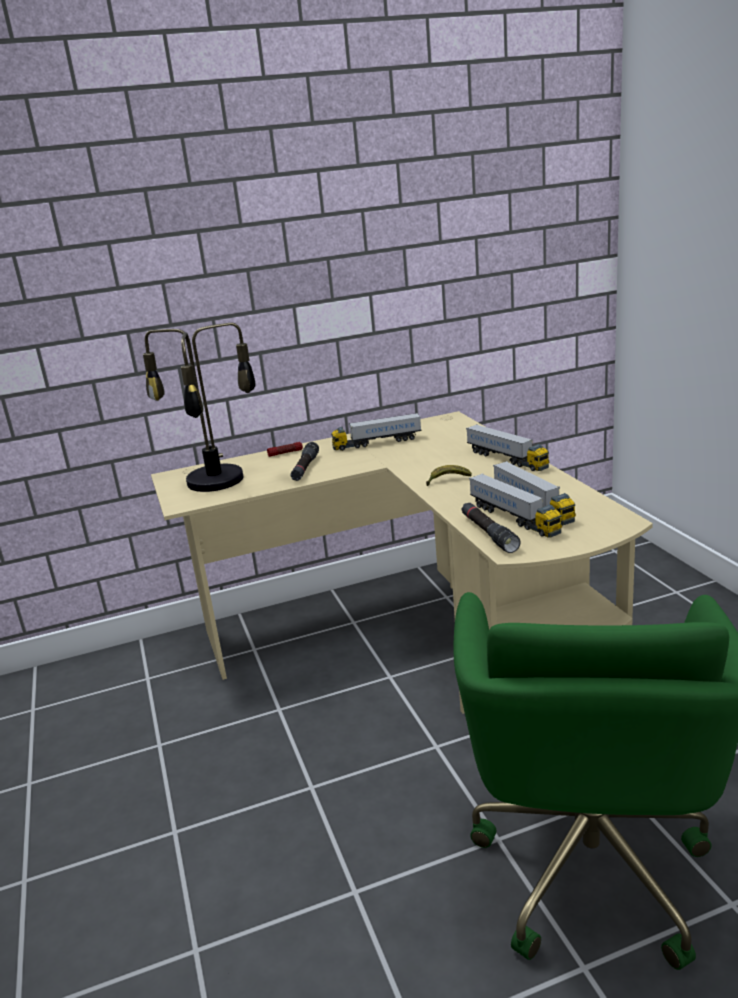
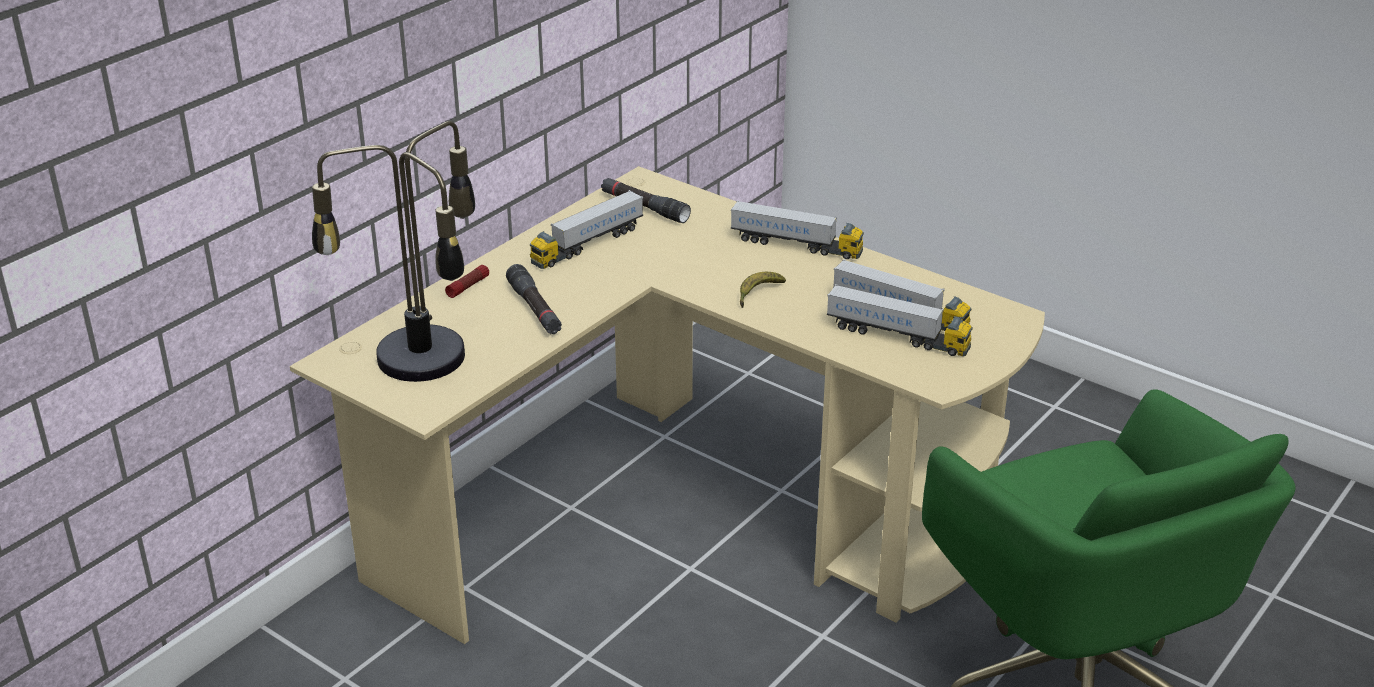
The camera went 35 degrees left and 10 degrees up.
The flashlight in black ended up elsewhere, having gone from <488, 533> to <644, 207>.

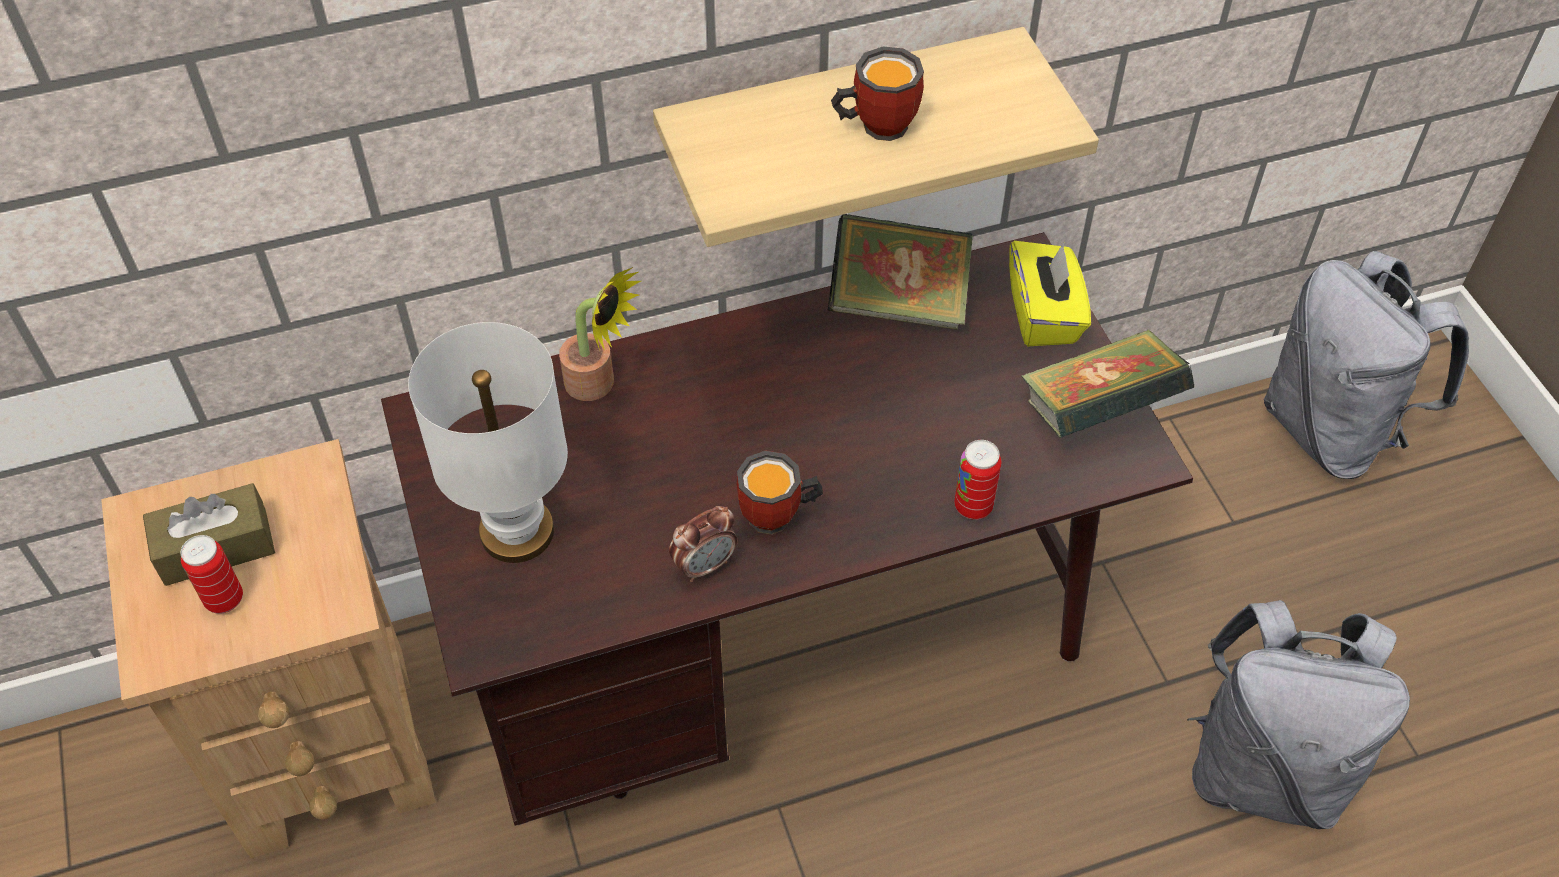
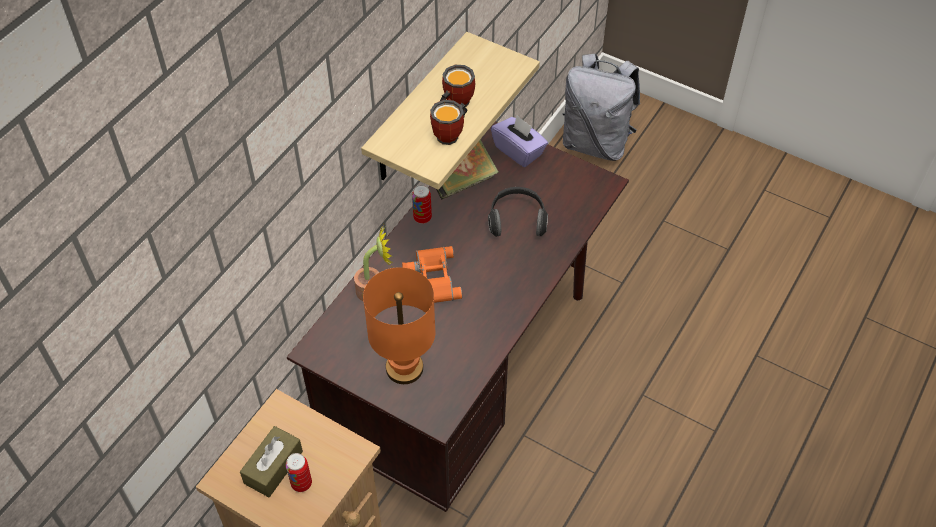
The camera went 40 degrees left and 0 degrees up.
The second view lost the alarm clock at <705, 565>.
The second view lost the book at <1098, 412>.
The second view lost the backpack in grey at <1263, 769>.
The second view gained the binoculars in orange at <430, 279>.
The second view gained the headphones at <517, 220>.
The mug ended up elsewhere, having gone from <778, 518> to <451, 135>.
The can ended up elsewhere, having gone from <973, 506> to <422, 218>.
What was the table lamp in white at <515, 532> turned into the table lamp in orange at <403, 369>.
What was the tissue box in yellow at <1044, 315> turned into the tissue box in purple at <519, 151>.

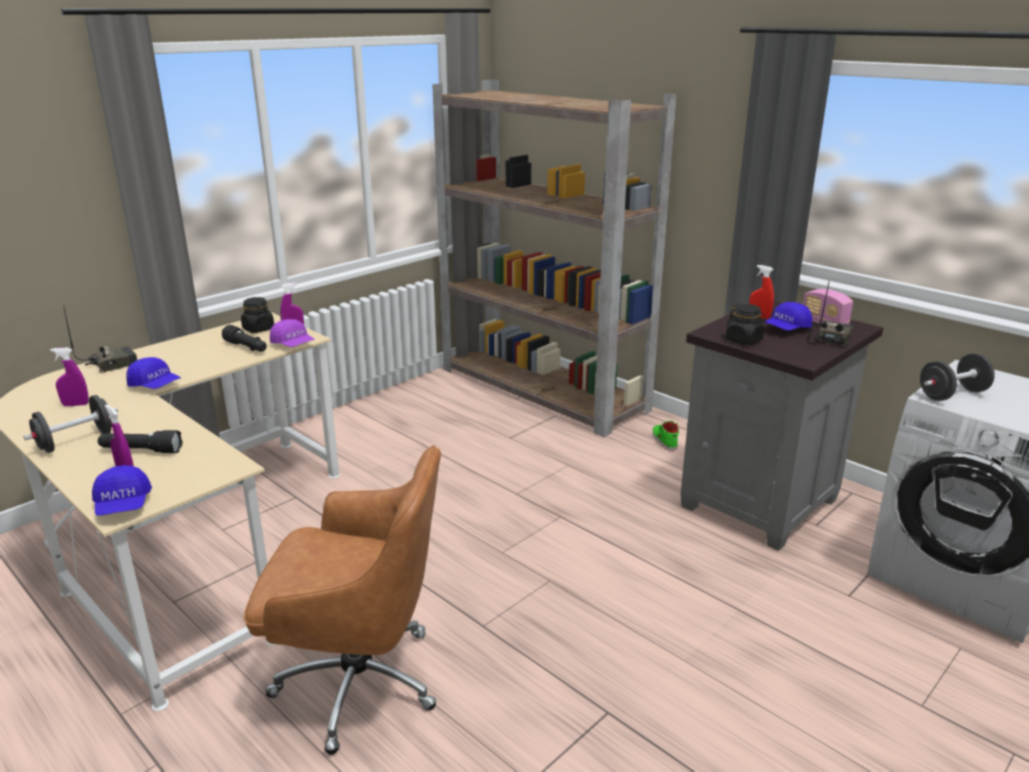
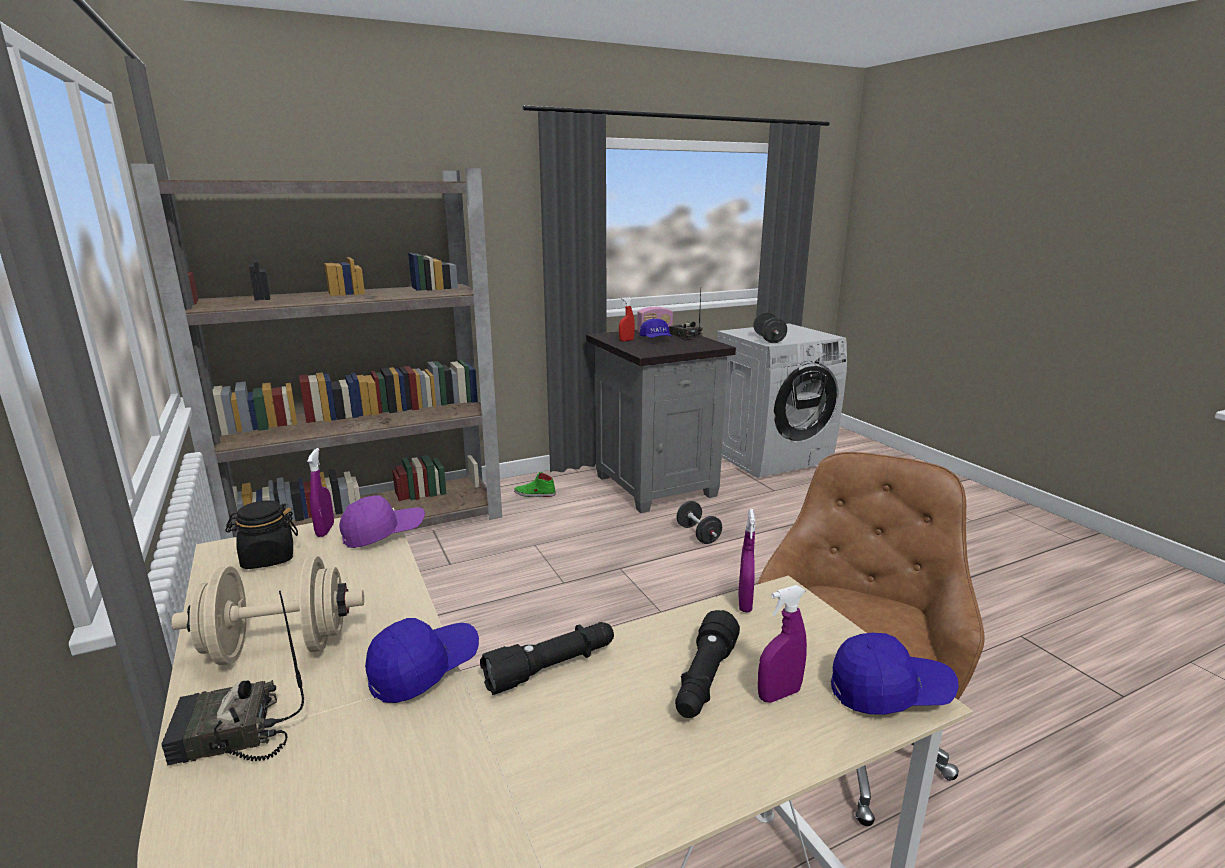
The camera went 70 degrees left and 5 degrees down.
The second view lost the jar in black at <744, 340>.
The second view gained the dumbbell in beige at <279, 648>.
The dumbbell in black ended up elsewhere, having gone from <76, 441> to <698, 534>.
The spray bottle in purple ended up elsewhere, having gone from <75, 405> to <744, 603>.
The flashlight in black ended up elsewhere, having gone from <247, 348> to <551, 668>.
The radio at <113, 364> ended up facing another way, 90 degrees counterclockwise from before.

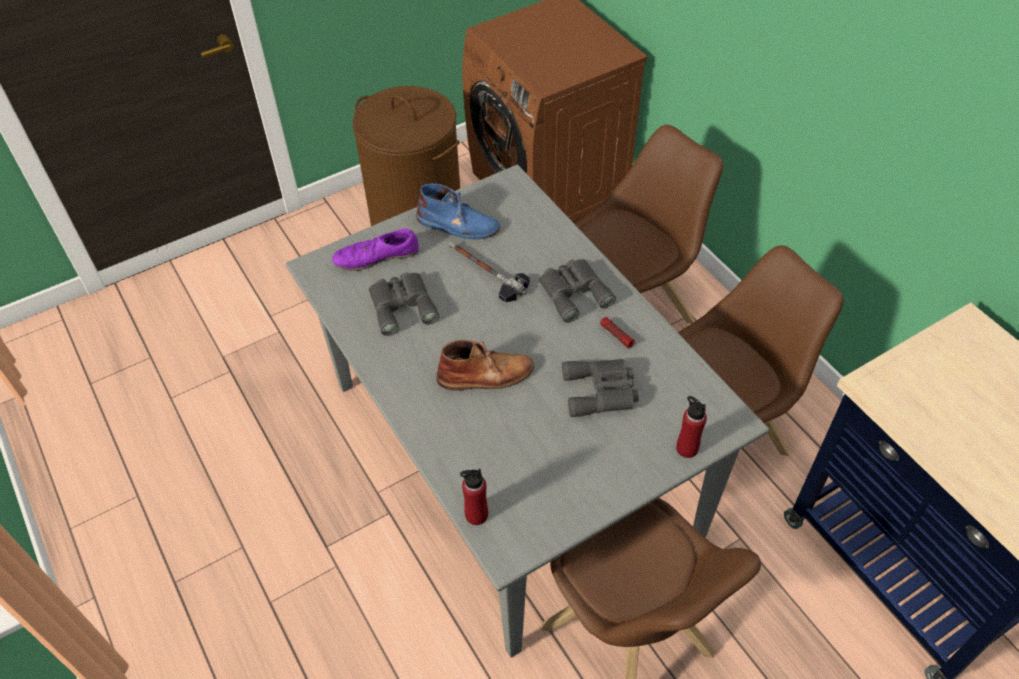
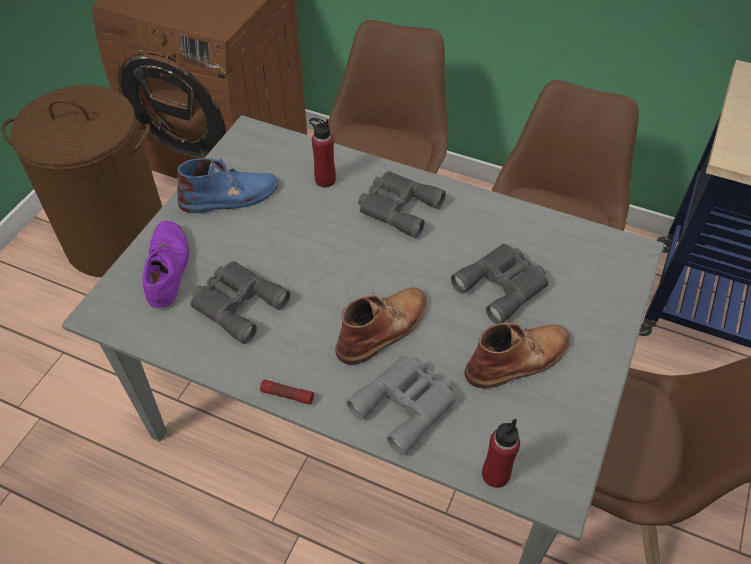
The camera went 35 degrees left and 0 degrees up.
The second view lost the hammer at <485, 272>.
The second view gained the binoculars in grey at <406, 404>.
The second view gained the boot in brown at <519, 359>.
The flashlight ended up elsewhere, having gone from <616, 335> to <287, 395>.
The bottle in red ended up elsewhere, having gone from <687, 448> to <325, 180>.
The shoe in purple at <376, 257> ended up facing another way, 135 degrees clockwise from before.

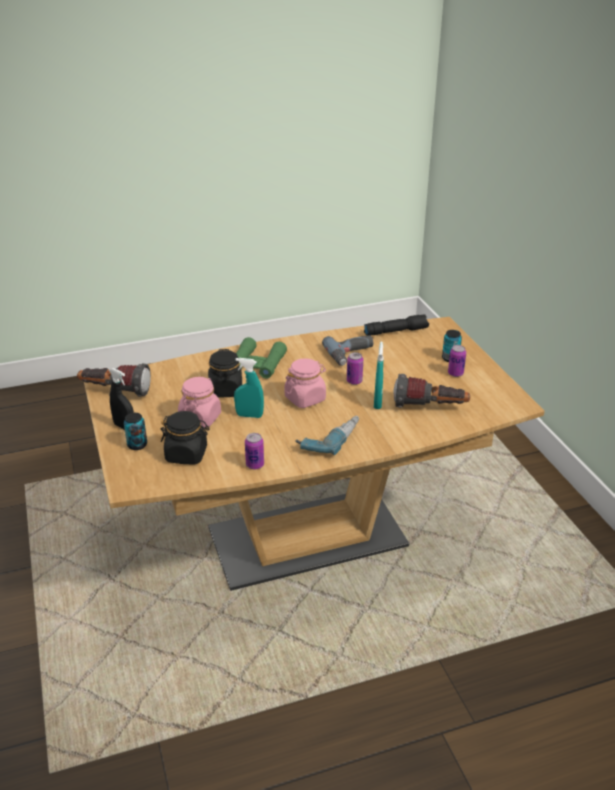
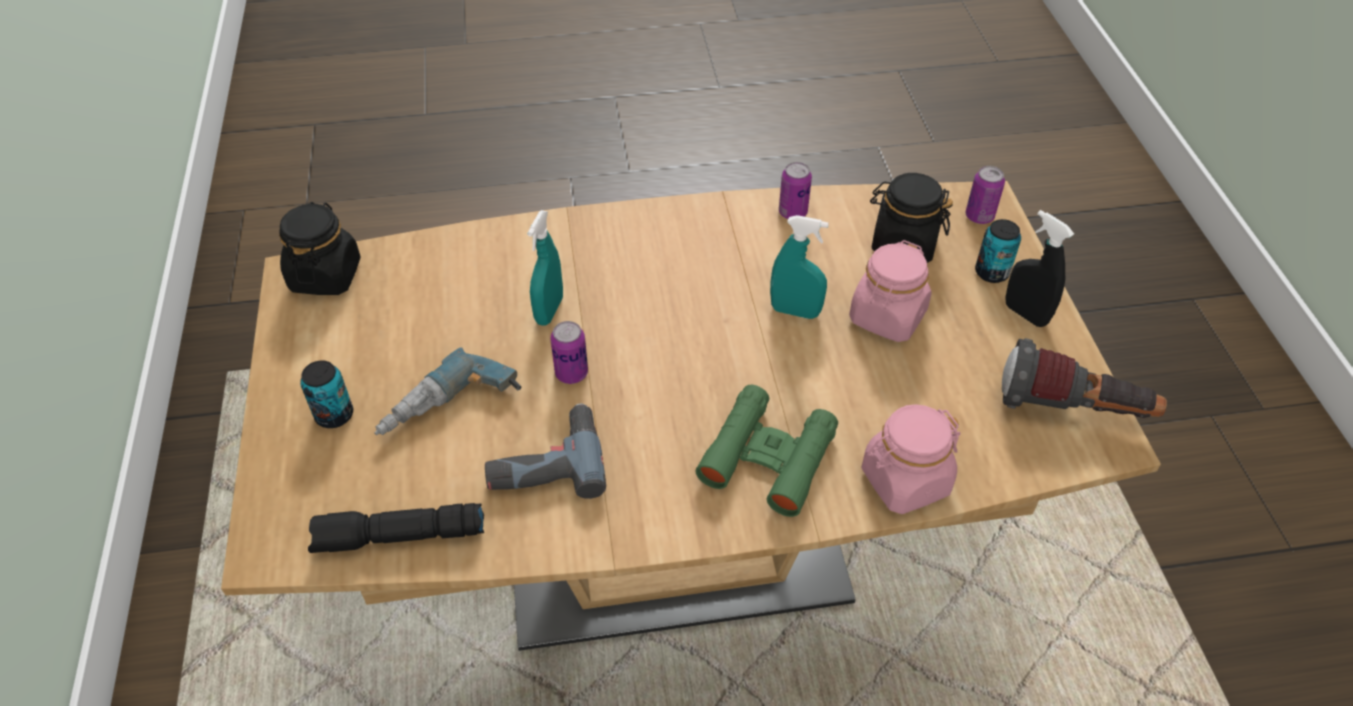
The camera went 170 degrees left and 15 degrees up.
The second view lost the flashlight at <430, 407>.
The jar in black ended up elsewhere, having gone from <226, 390> to <325, 275>.
The jar in pink ended up elsewhere, having gone from <305, 398> to <904, 481>.
The power drill ended up elsewhere, having gone from <329, 438> to <451, 413>.
The can ended up elsewhere, having gone from <455, 373> to <979, 216>.

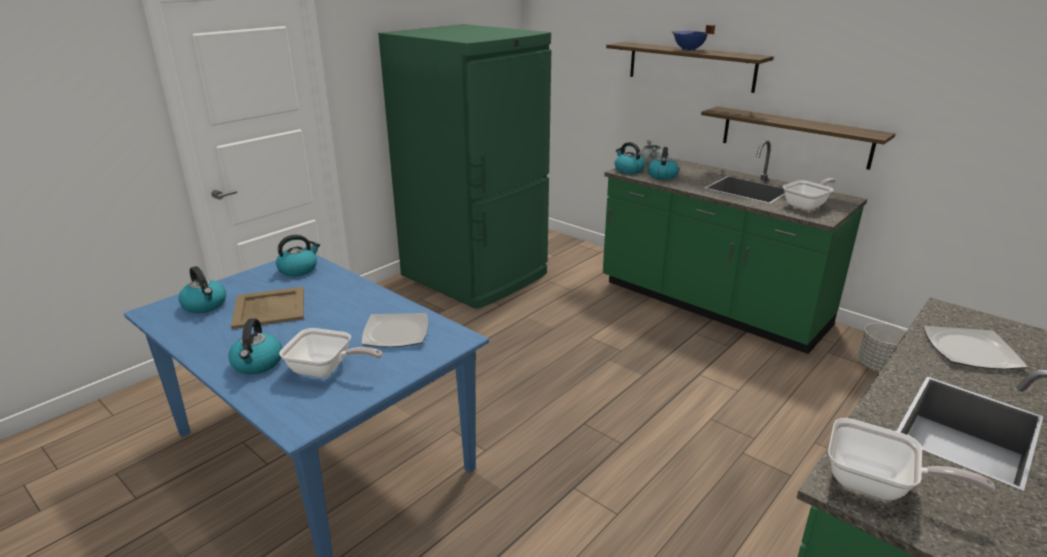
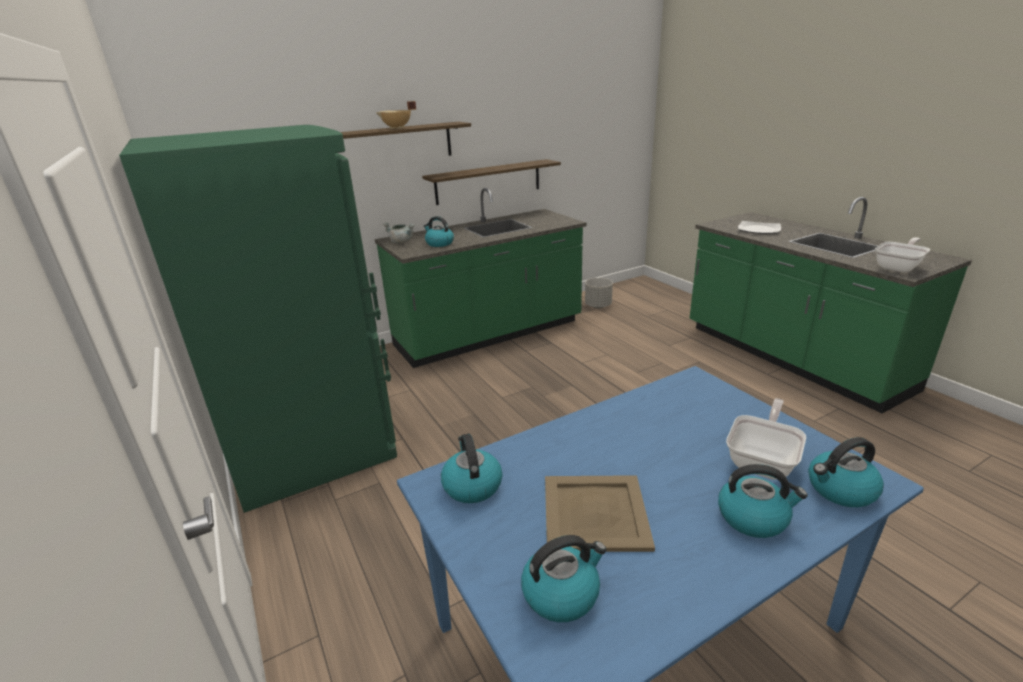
The camera went 70 degrees left and 0 degrees up.
The second view lost the plate at <396, 333>.
The second view lost the frying pan at <807, 205>.
The kettle ended up elsewhere, having gone from <628, 170> to <840, 490>.
What was the cooking pot in blue at <689, 50> turned into the cooking pot in beige at <397, 128>.

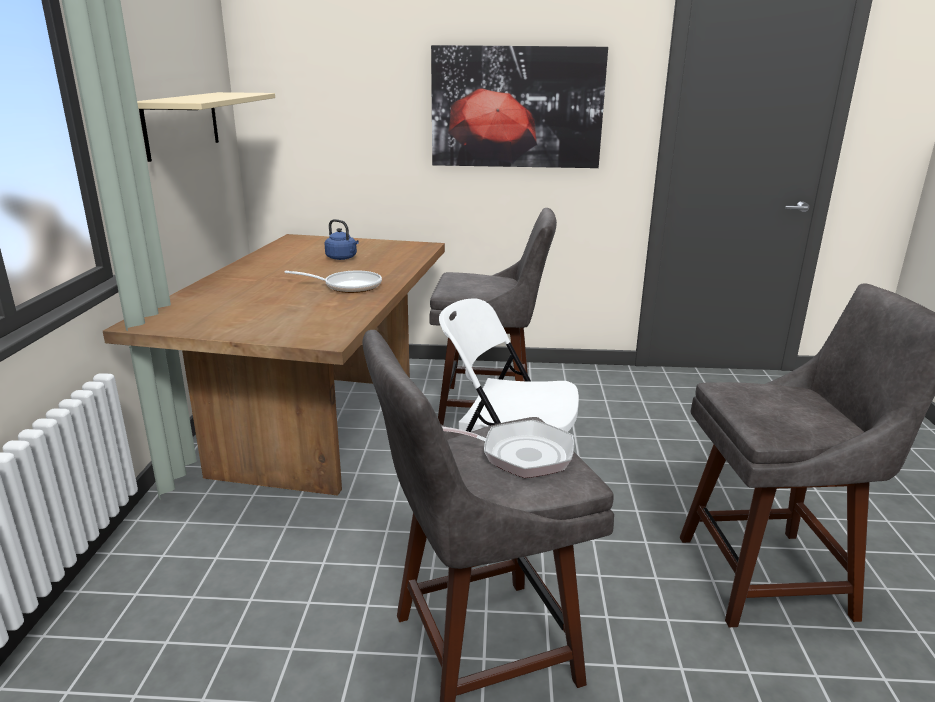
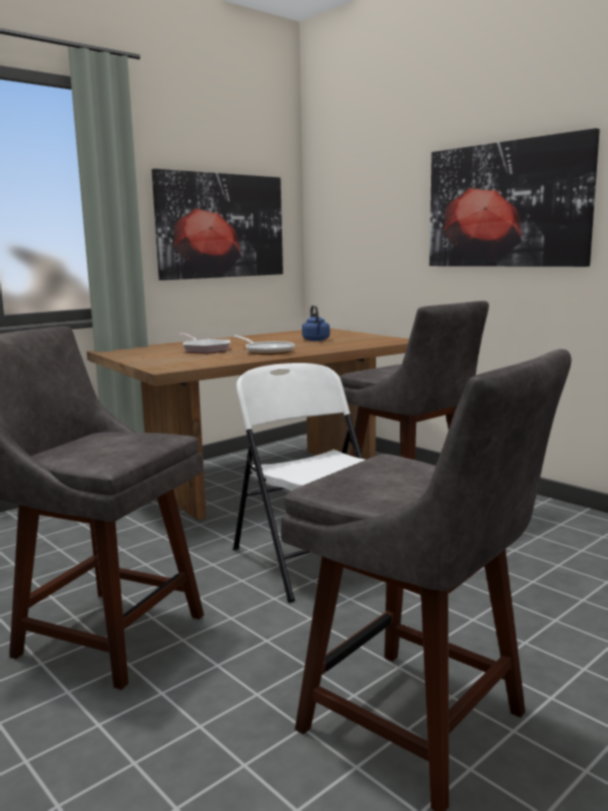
The camera went 45 degrees right and 10 degrees down.
The frying pan ended up elsewhere, having gone from <519, 454> to <205, 349>.
Where the shelf in beige hung at <182, 124>, the picture came to hang at <221, 226>.

